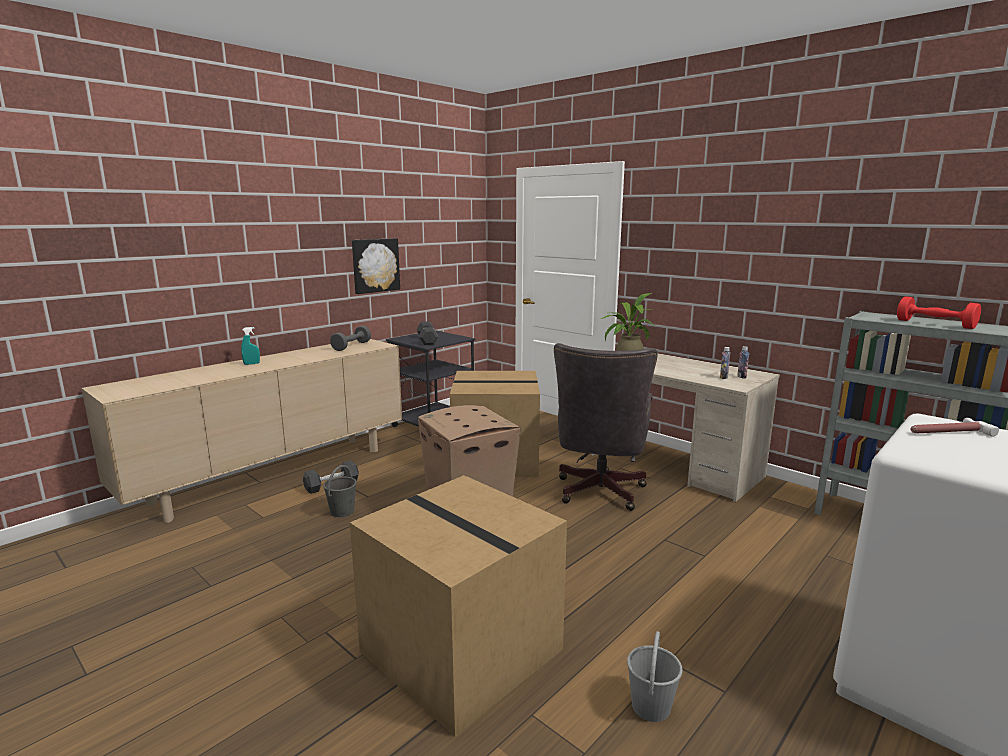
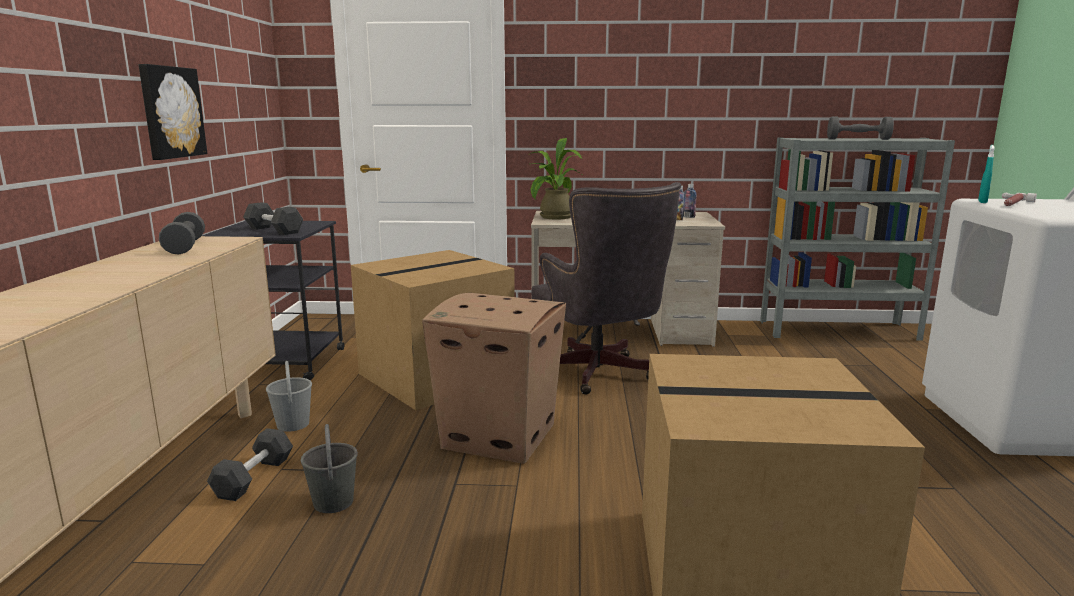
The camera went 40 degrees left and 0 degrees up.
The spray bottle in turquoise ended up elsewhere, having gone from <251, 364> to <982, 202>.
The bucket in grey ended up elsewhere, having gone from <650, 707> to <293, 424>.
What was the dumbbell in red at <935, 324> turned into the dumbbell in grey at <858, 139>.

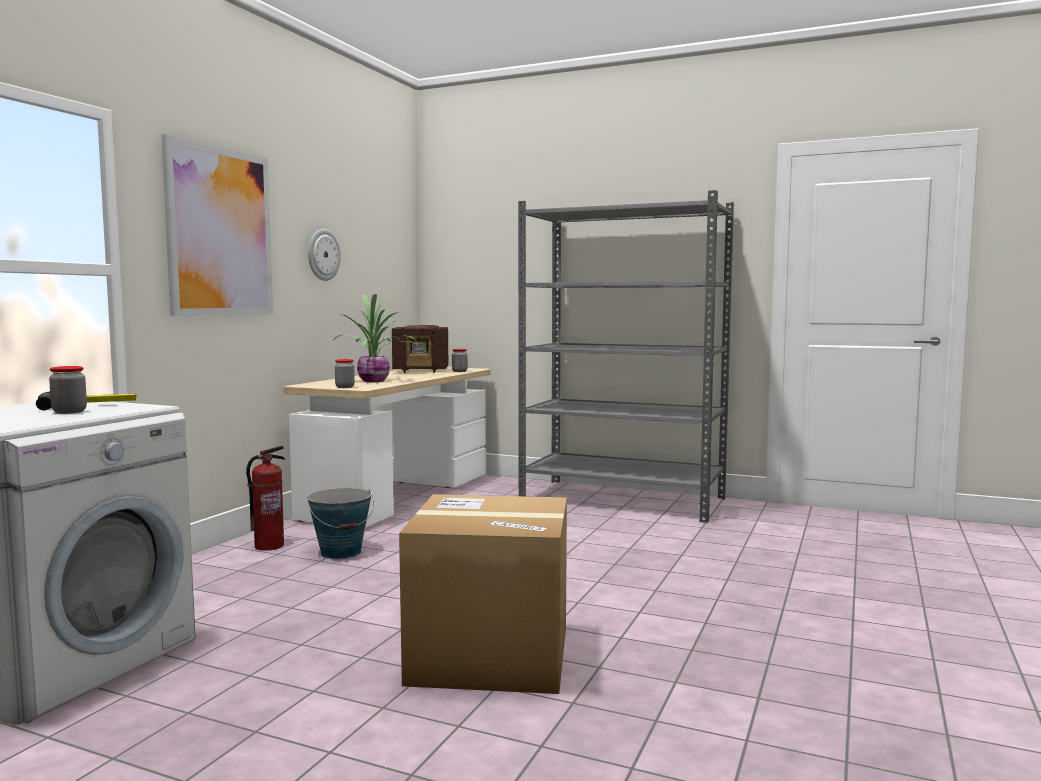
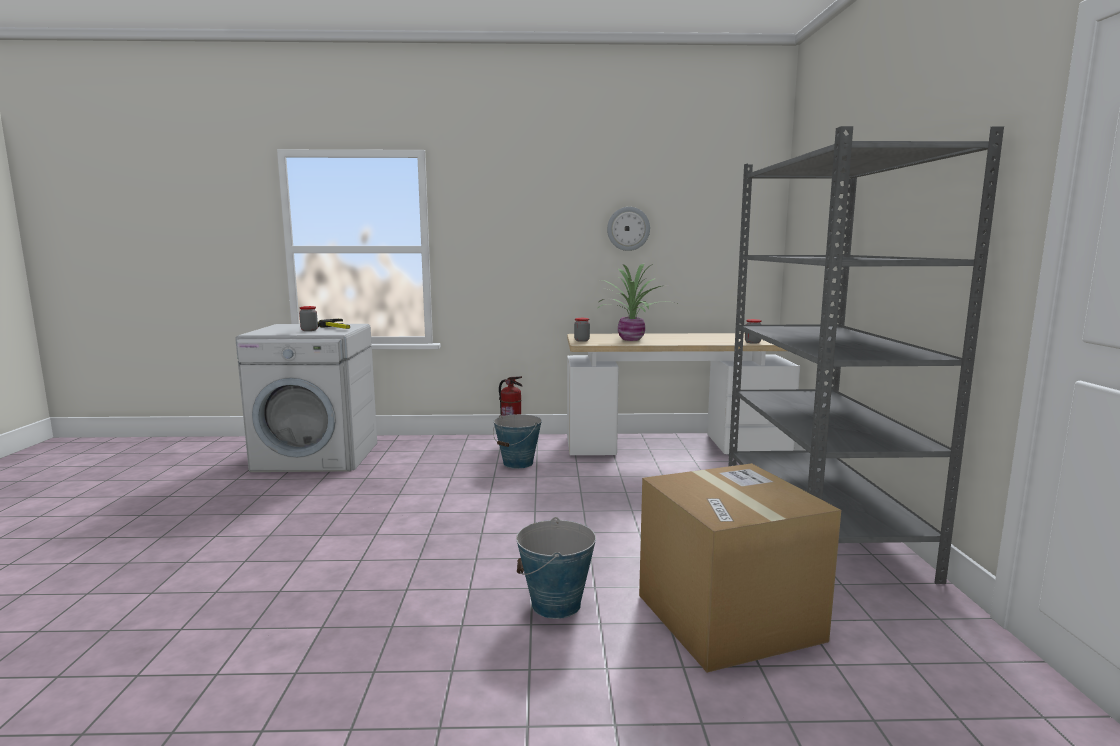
The camera went 65 degrees right and 5 degrees up.
The second view lost the picture at <220, 232>.
The second view lost the radio at <422, 371>.
The second view gained the bucket at <556, 605>.
The cardboard box ended up elsewhere, having gone from <490, 655> to <728, 617>.

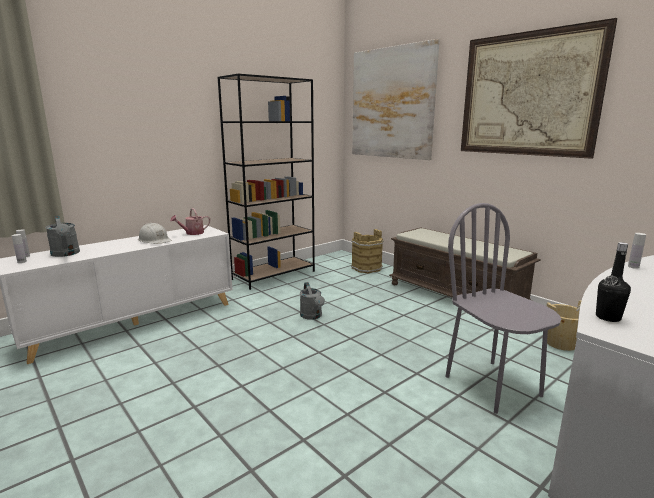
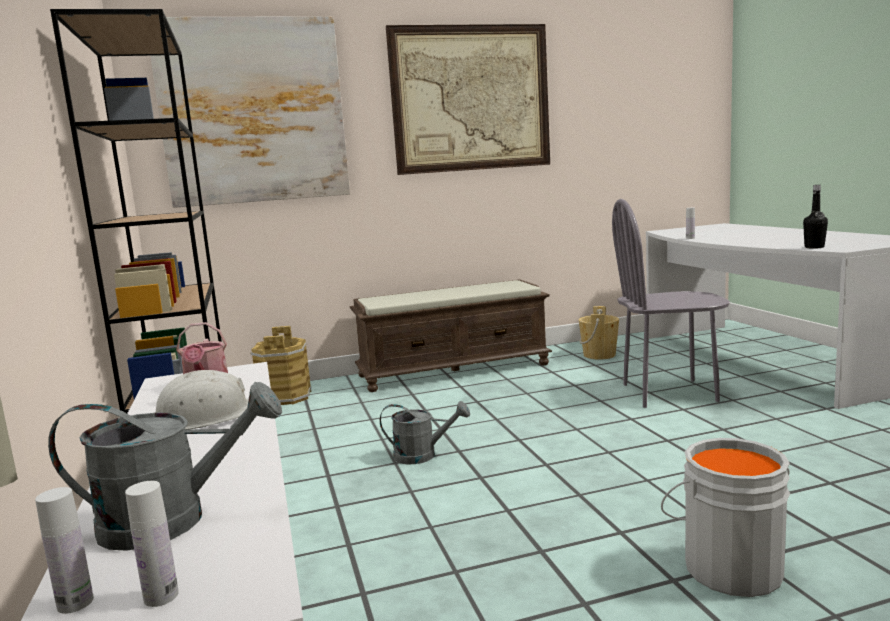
The camera went 65 degrees left and 5 degrees down.
The second view gained the bucket in grey at <730, 567>.

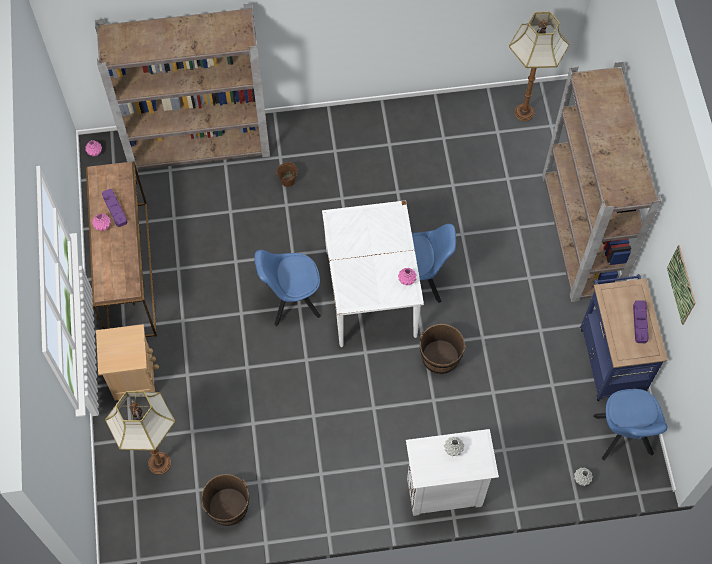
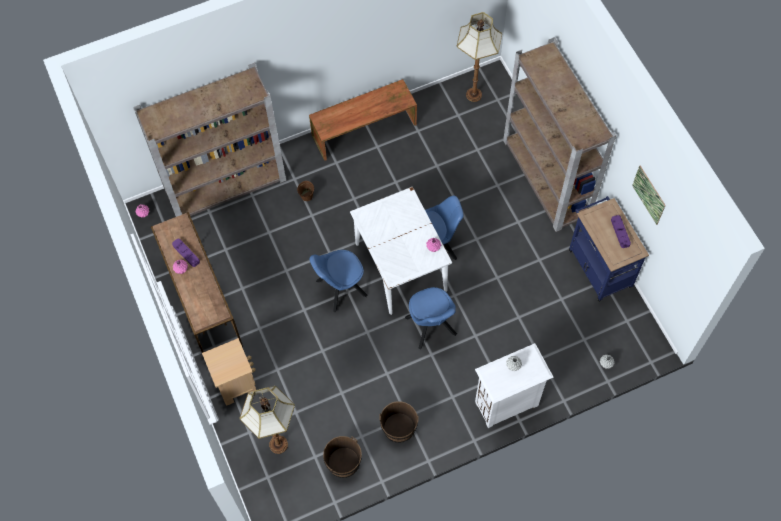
The camera went 15 degrees left and 0 degrees up.
The second view gained the bench in brown at <364, 129>.
The bucket in brown ended up elsewhere, having gone from <440, 357> to <399, 428>.
The chair in blue ended up elsewhere, having gone from <623, 436> to <431, 327>.

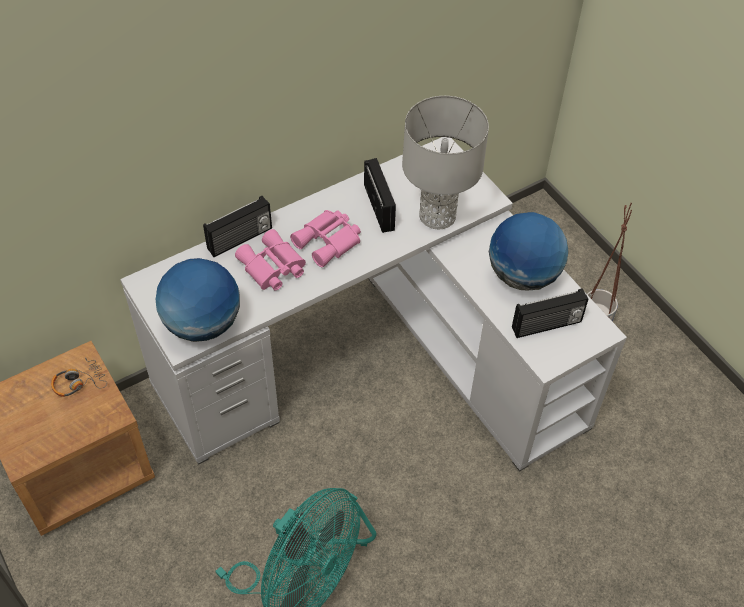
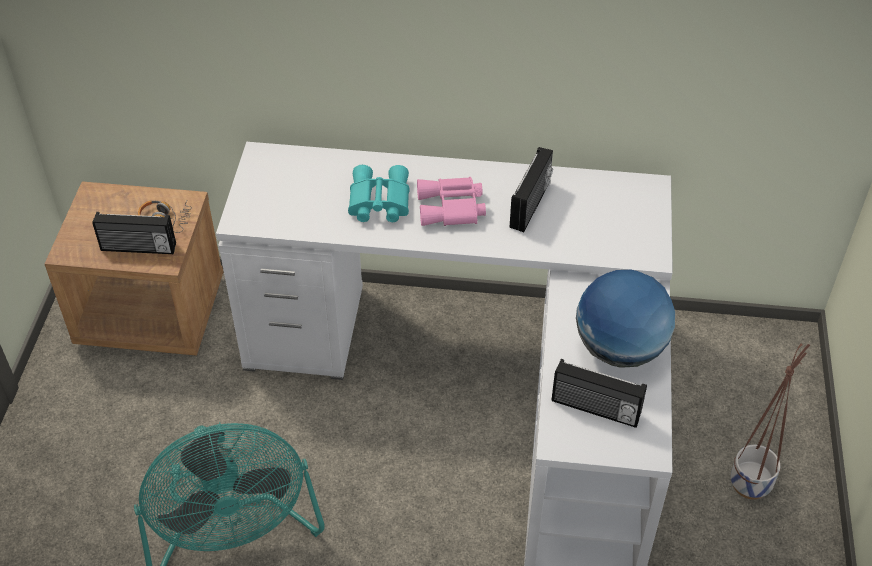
The camera went 40 degrees right and 5 degrees down.
The second view lost the globe at <202, 324>.
The second view lost the table lamp in white at <437, 215>.
The radio ended up elsewhere, having gone from <240, 239> to <138, 248>.
What was the binoculars in pink at <271, 268> turned into the binoculars in turquoise at <378, 202>.

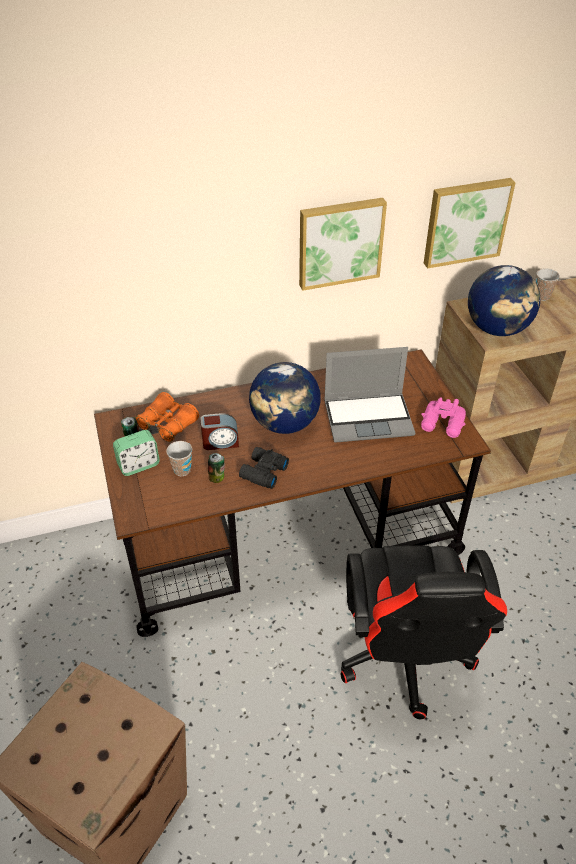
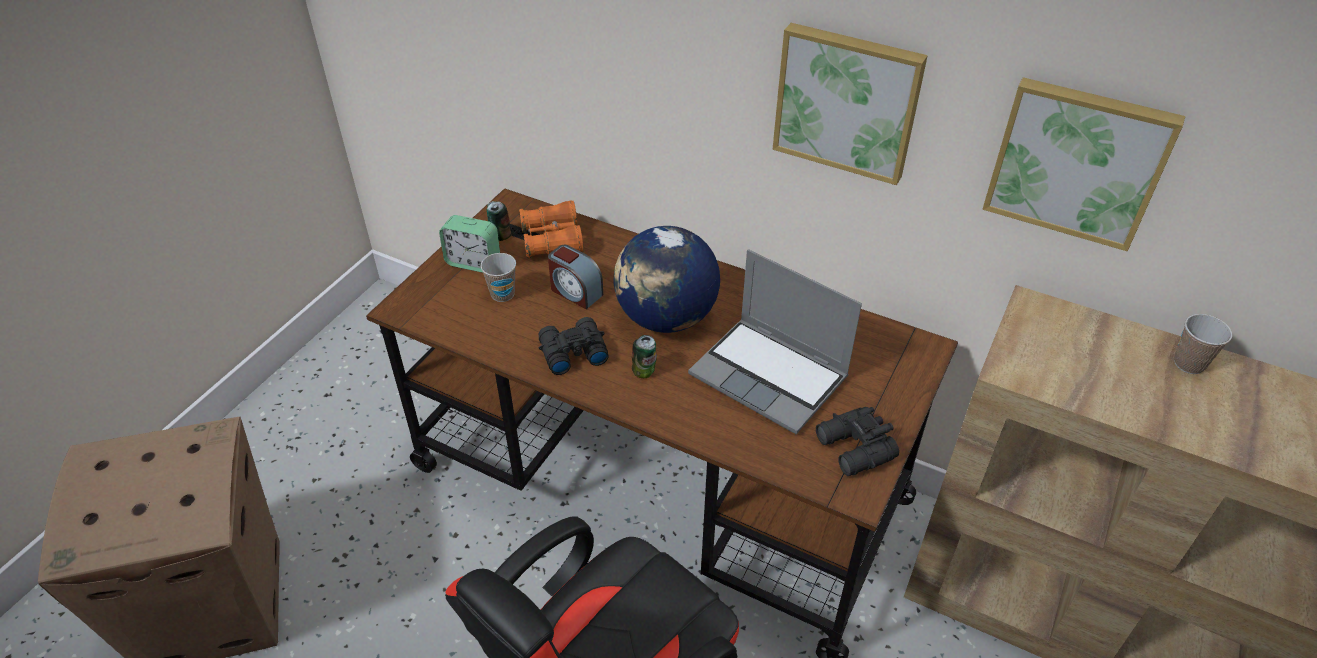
The camera went 45 degrees right and 0 degrees up.
The second view lost the globe at <497, 329>.
The can ended up elsewhere, having gone from <217, 478> to <645, 372>.
What was the binoculars in pink at <443, 425> turned into the binoculars in black at <854, 450>.

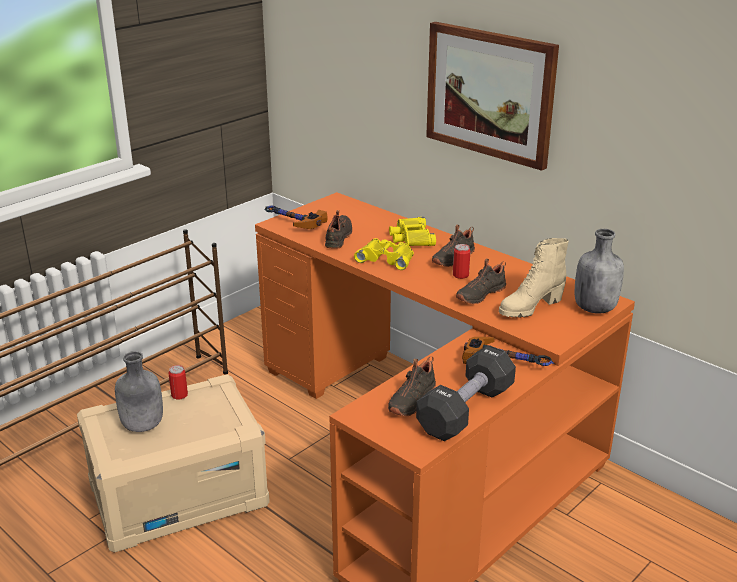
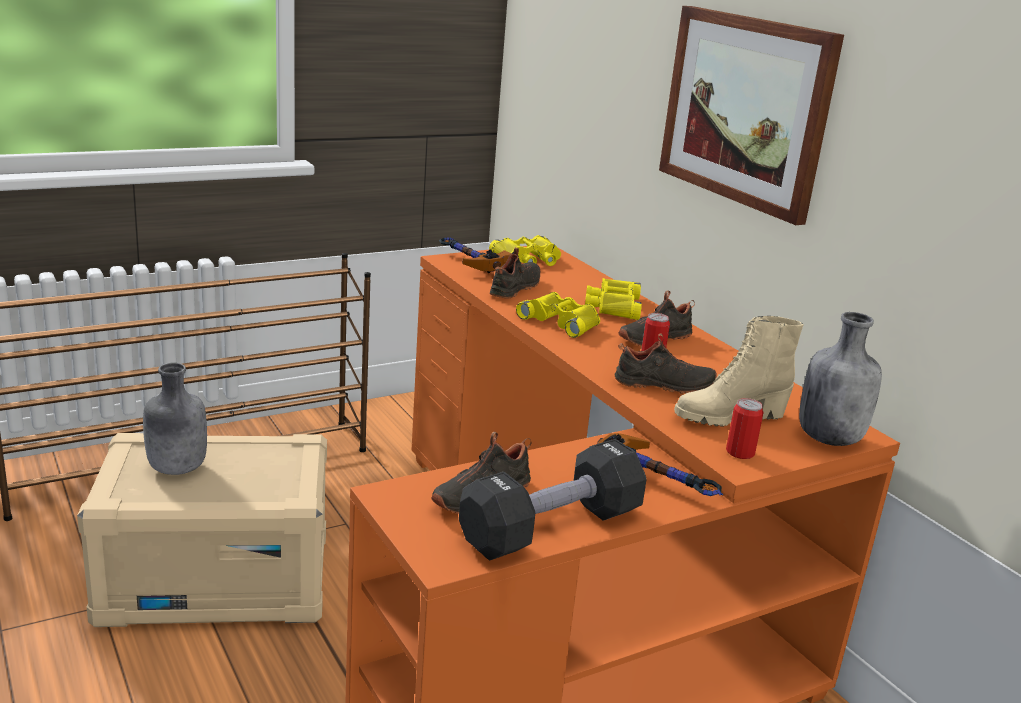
The camera went 15 degrees right and 5 degrees down.
The second view gained the binoculars in yellow at <528, 259>.
The can ended up elsewhere, having gone from <179, 395> to <740, 452>.
The shoe in black at <479, 294> ended up facing another way, 150 degrees counterclockwise from before.

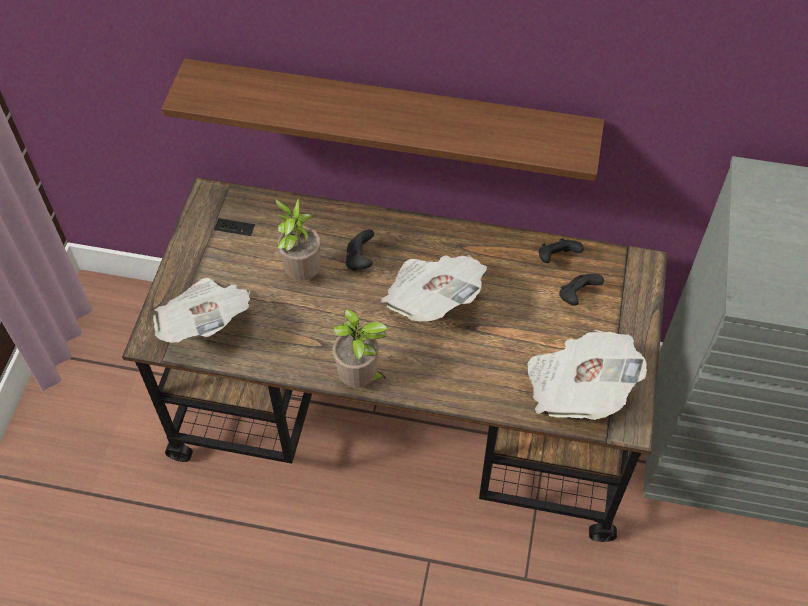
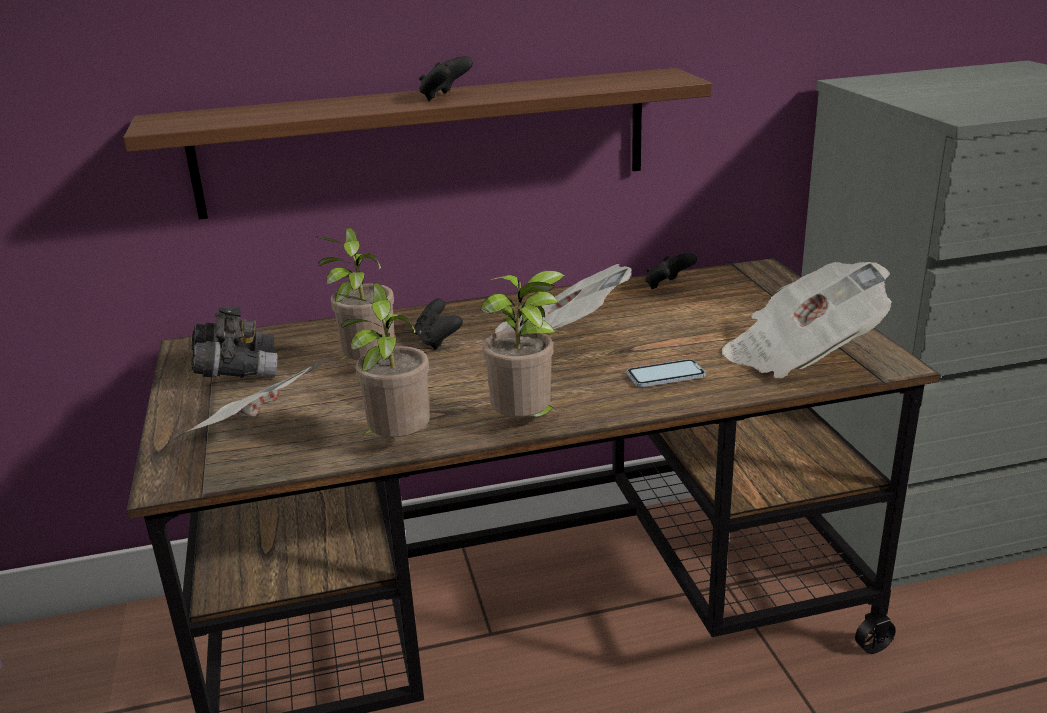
The camera went 25 degrees left and 30 degrees down.
The second view gained the binoculars in grey at <236, 371>.
The second view gained the potted plant at <397, 443>.
The second view gained the phone at <665, 376>.
The game controller in black ended up elsewhere, having gone from <577, 296> to <445, 97>.

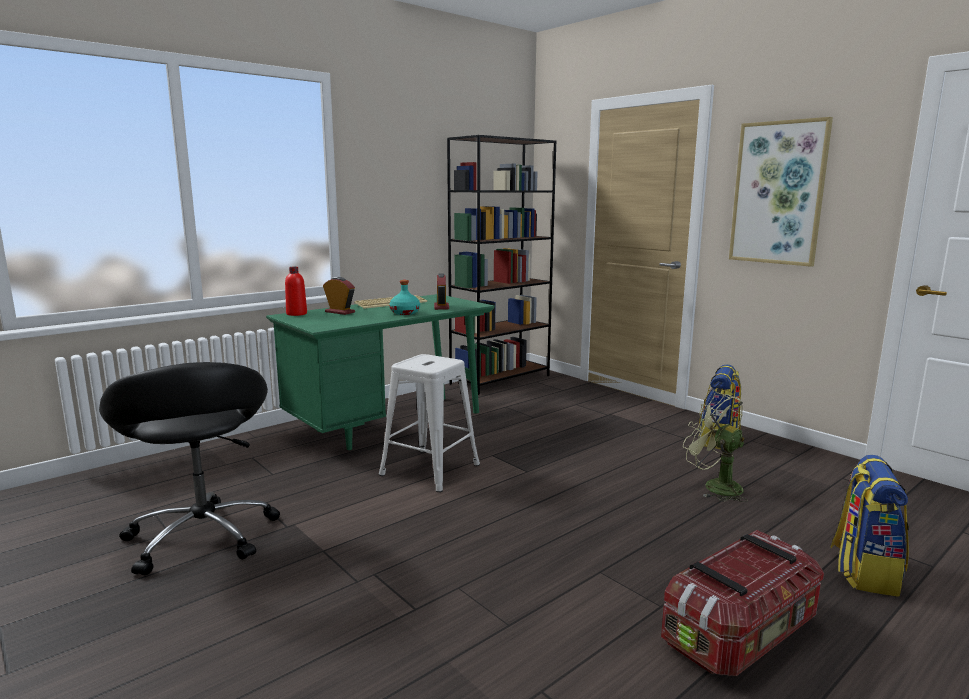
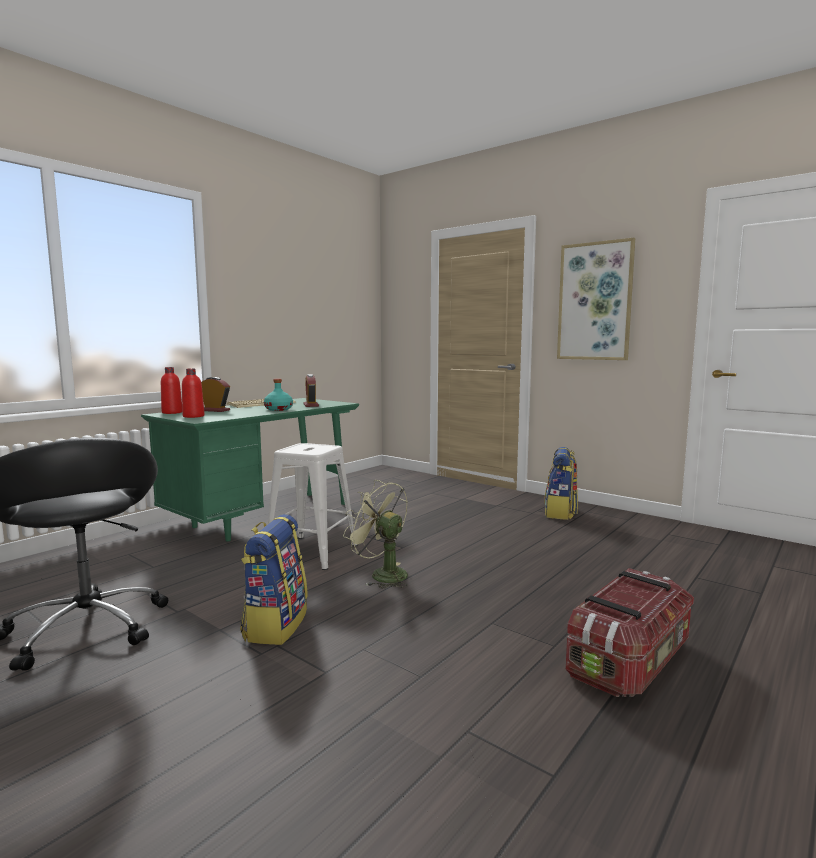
The camera went 10 degrees left and 5 degrees down.
The second view lost the bookcase in brown at <500, 379>.
The second view gained the bottle in red at <193, 416>.
The fan in green ended up elsewhere, having gone from <714, 486> to <381, 574>.
The backpack ended up elsewhere, having gone from <863, 571> to <275, 625>.

